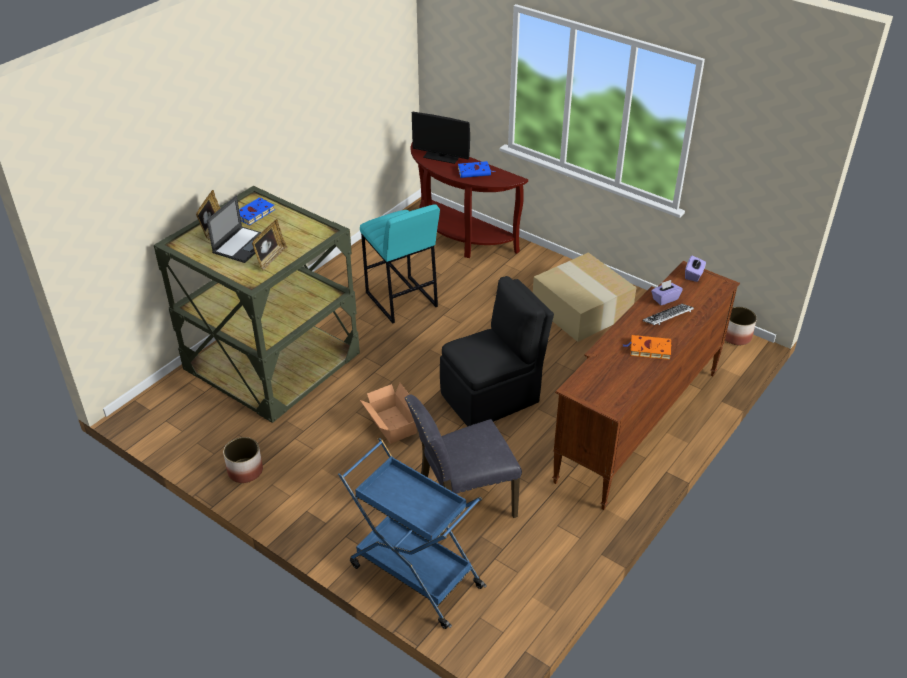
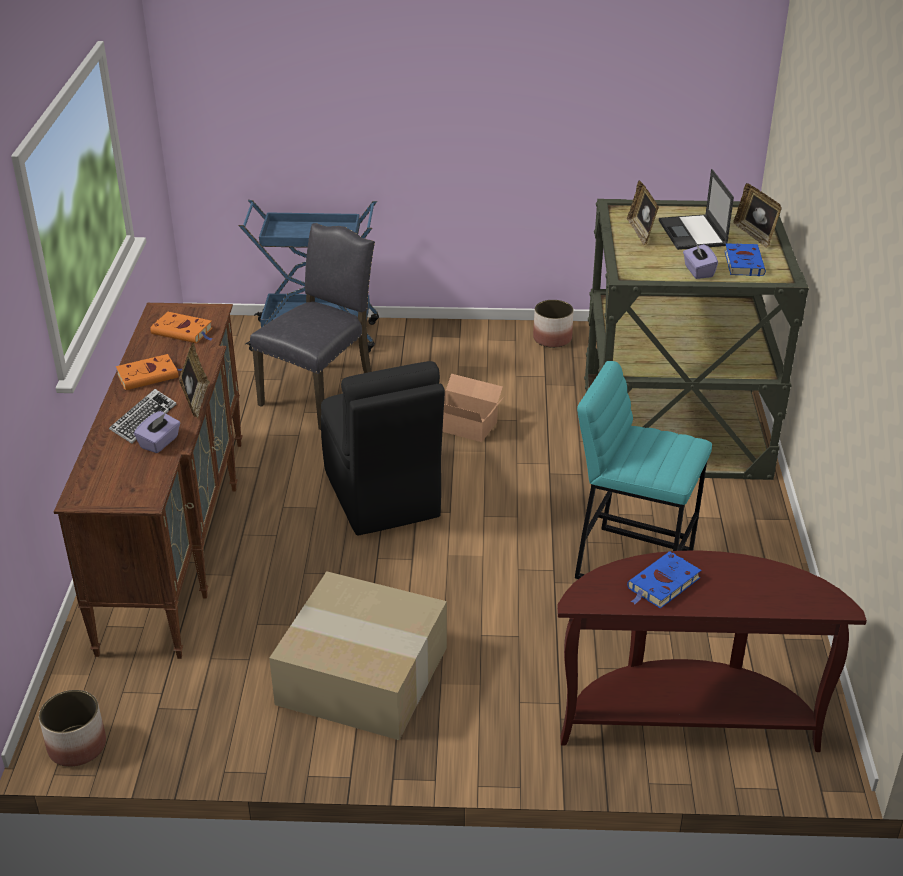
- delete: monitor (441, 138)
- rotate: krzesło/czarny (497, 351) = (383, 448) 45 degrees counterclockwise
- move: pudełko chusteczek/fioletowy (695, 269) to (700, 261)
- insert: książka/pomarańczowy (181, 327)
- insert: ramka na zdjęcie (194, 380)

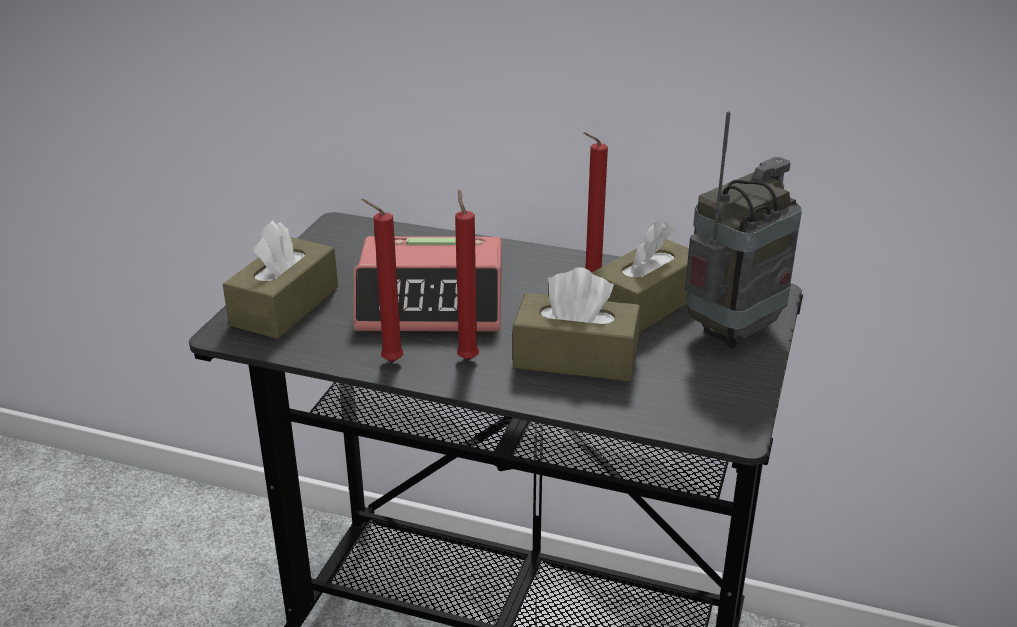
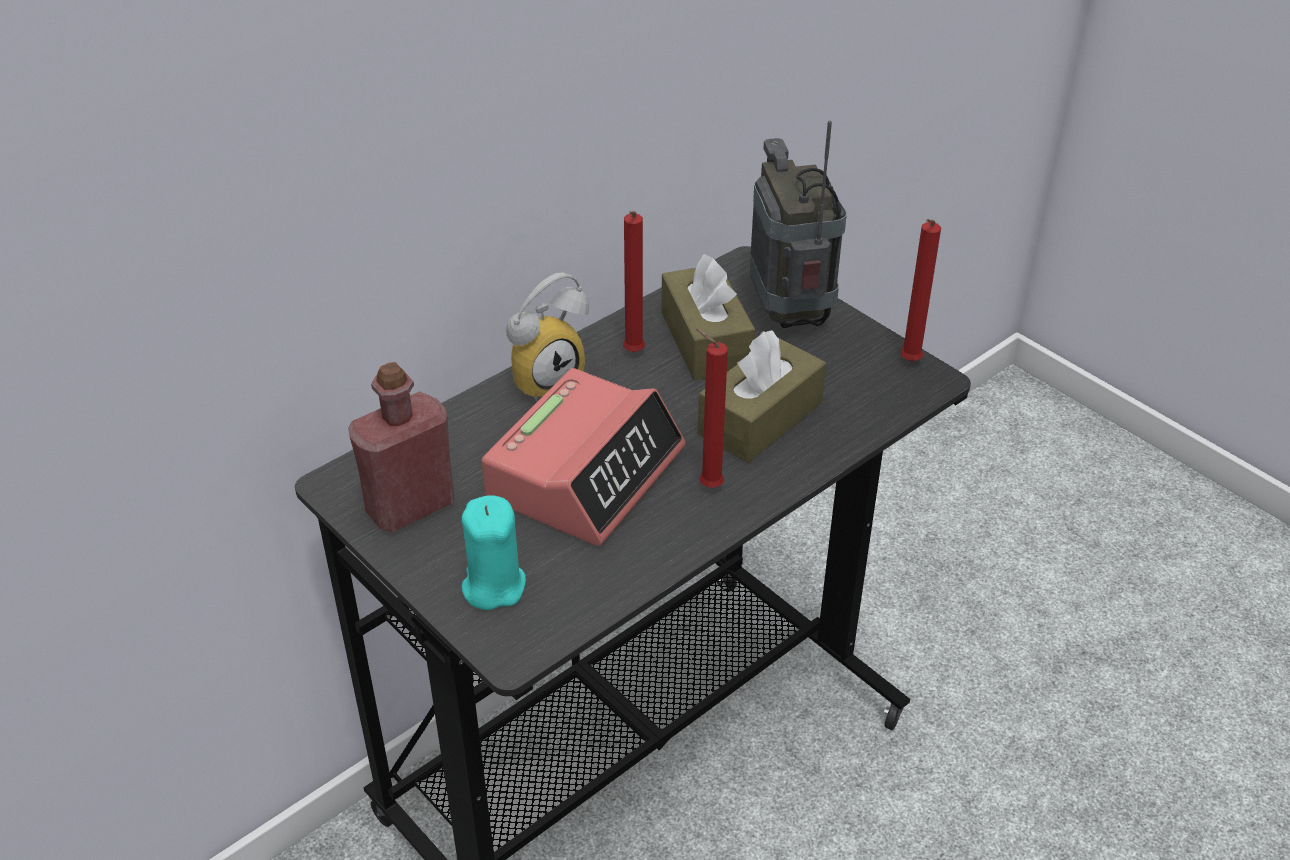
- replace: pudełko chusteczek/brązowy (280, 279) to świeca/turkusowy (494, 552)
- move: świeca/czerwony (382, 280) to (921, 290)
- insert: butelka/czerwony (401, 447)
- insert: budzik (547, 337)

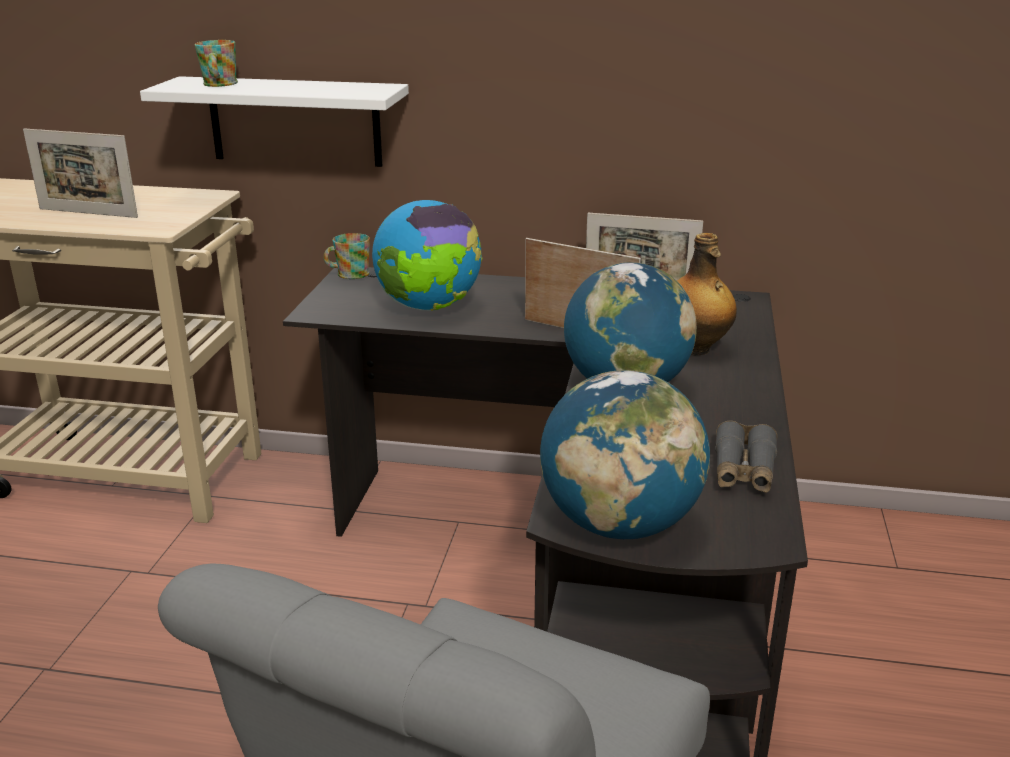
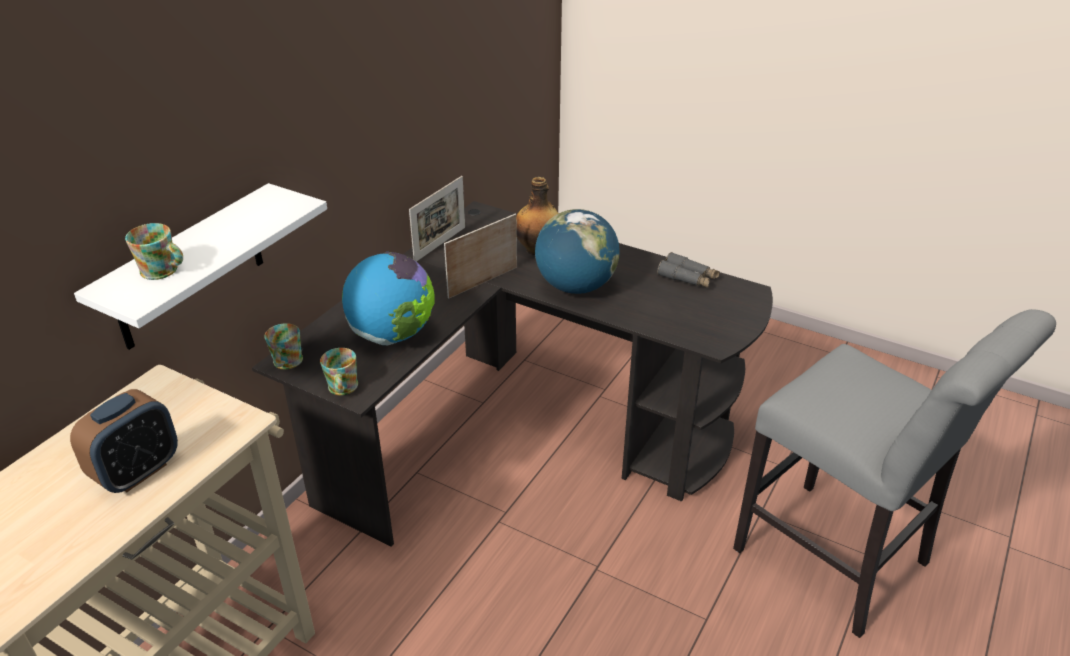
- replace: ramka na zdjęcie (80, 173) to budzik (124, 441)
- delete: globus (625, 454)
- insert: kubek (339, 371)

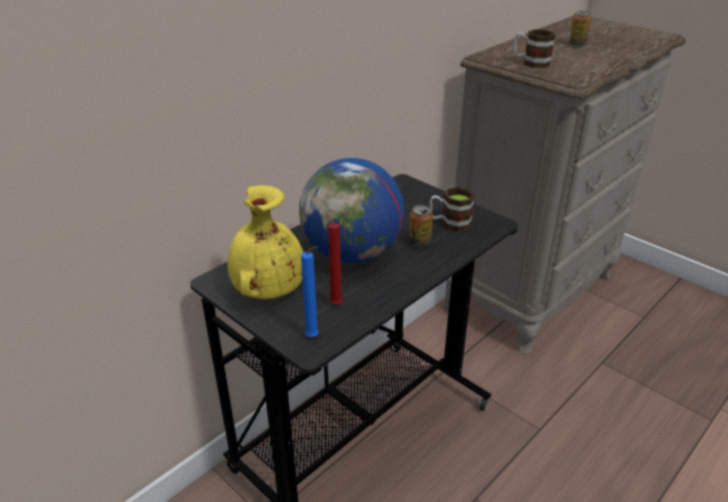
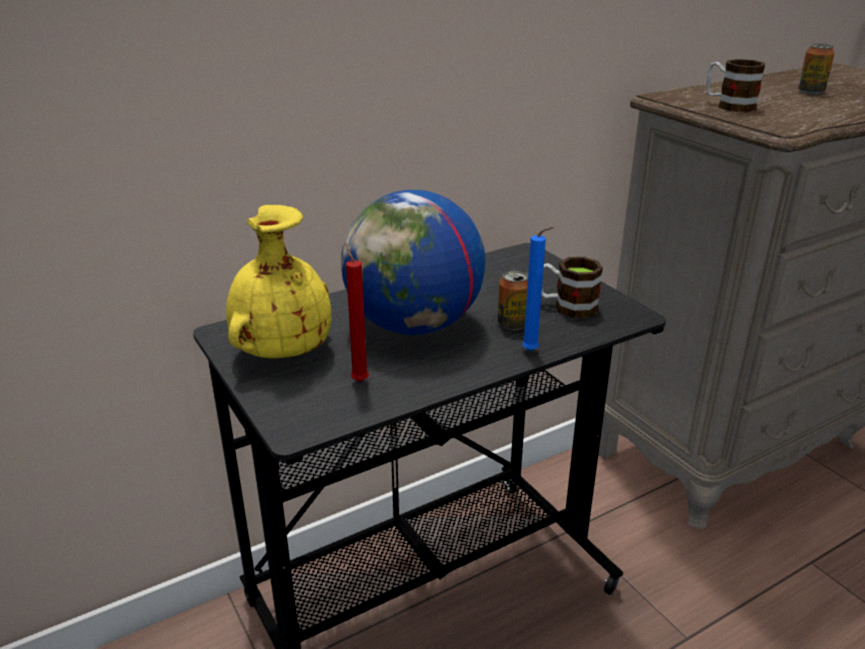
- move: świeca/niebieski (310, 291) to (538, 289)

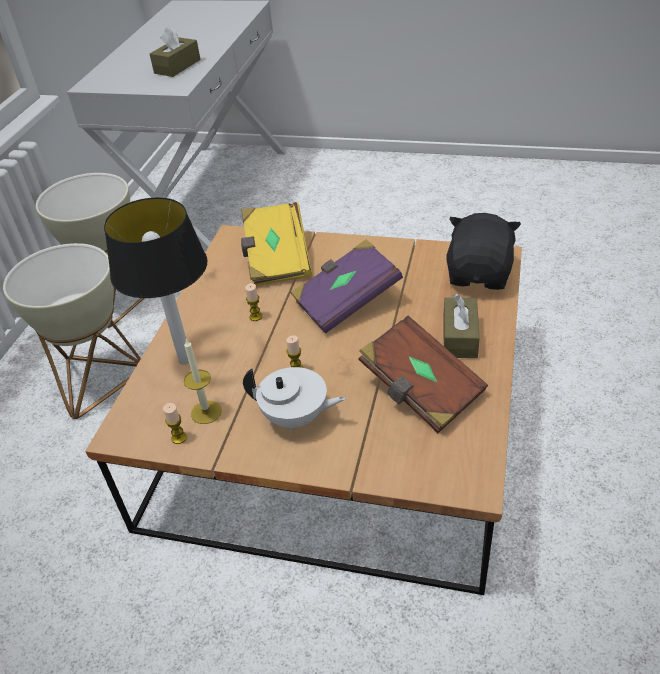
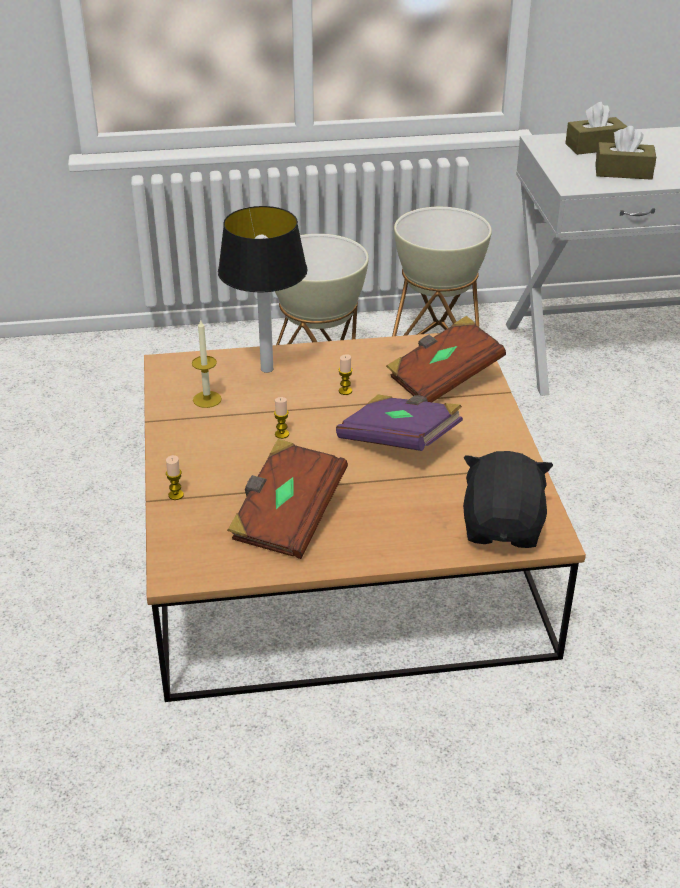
- move: świeca (175, 423) to (175, 477)
- recolor: książka/żółty (276, 244) to książka/brązowy (446, 359)
- delete: imbryk/biały (294, 399)
- move: pudełko chusteczek/brązowy (461, 326) to (596, 128)
- rotate: pluszak/czarny (484, 251) = (508, 499) 75 degrees counterclockwise

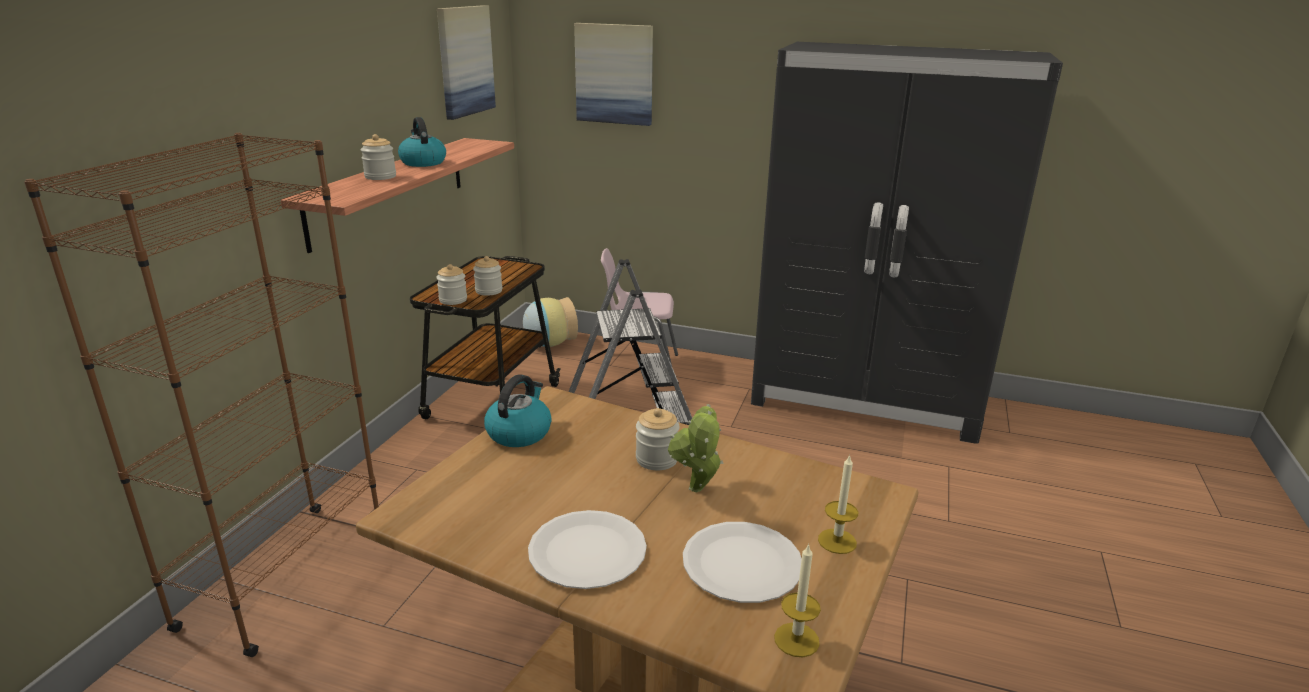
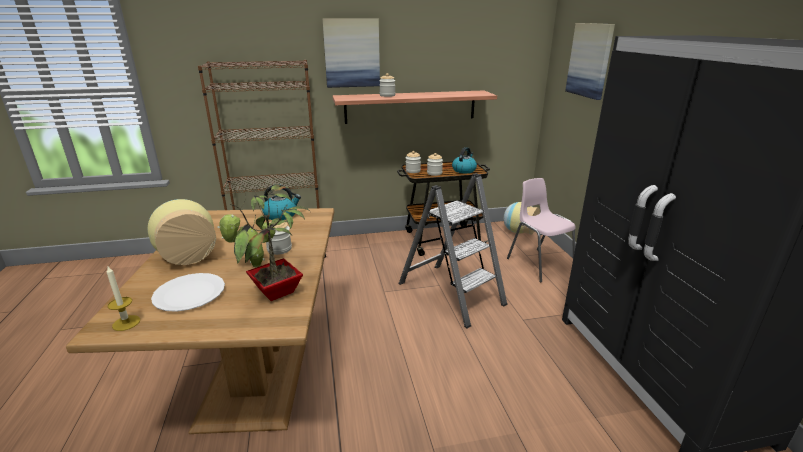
- move: czajnik (422, 142) to (464, 160)
- move: obraz (466, 62) to (351, 53)
- replace: talerz/biały (587, 549) to wazon (182, 232)
- delete: świeca (838, 504)
- insert: roślina doniczkowa (270, 242)

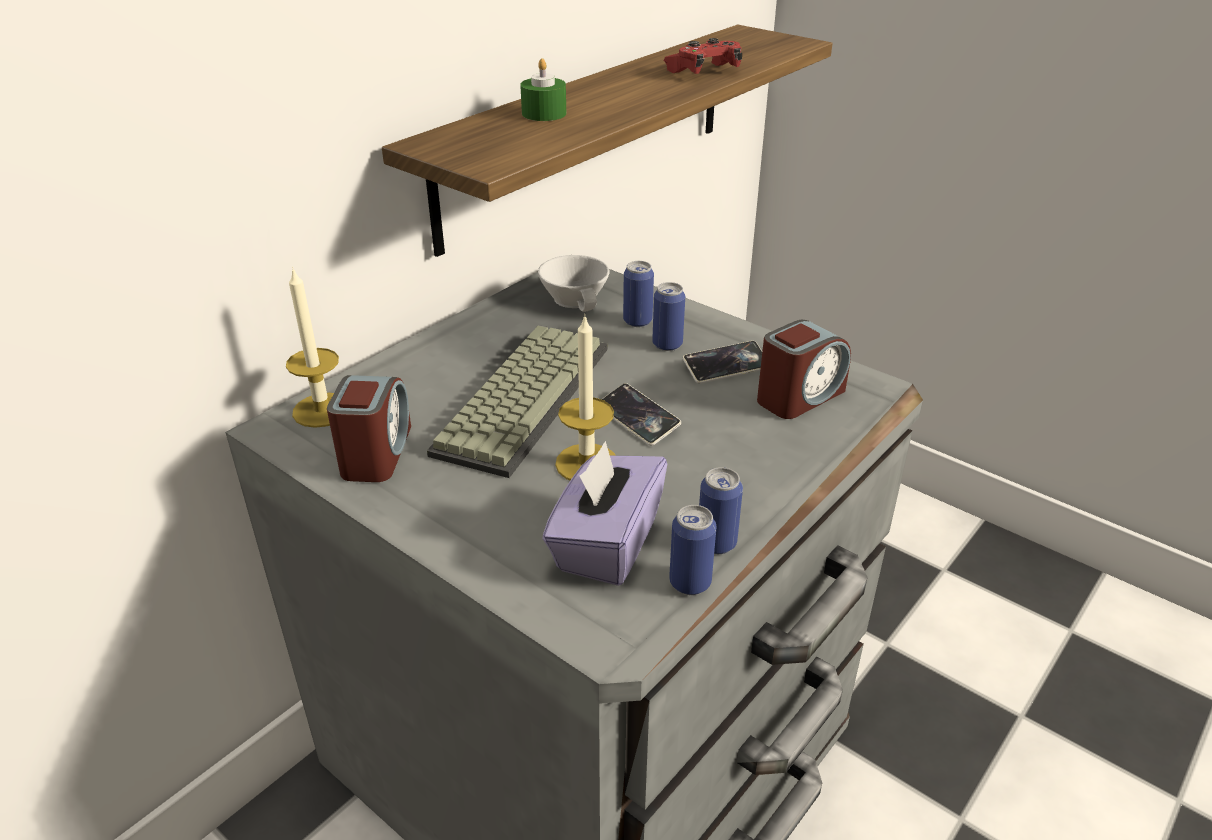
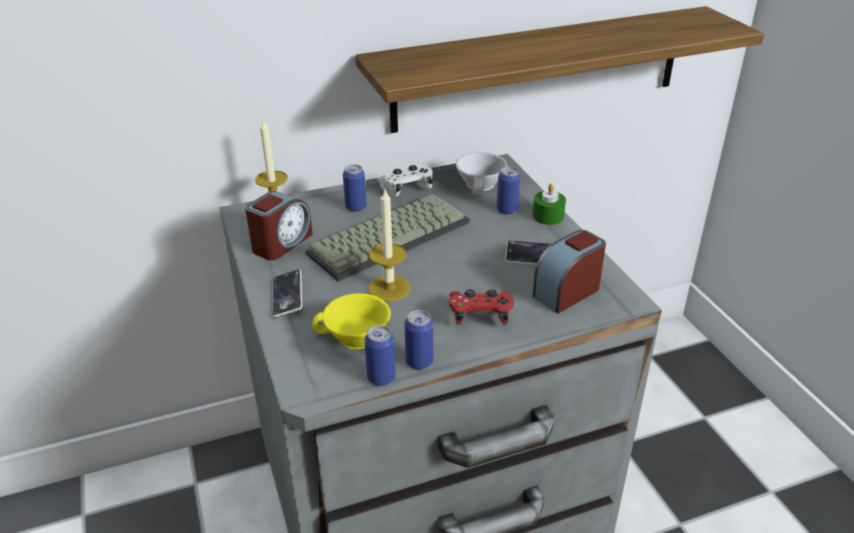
- move: świeca/zielony (543, 89) to (549, 204)
- replace: pudełko chusteczek/fioletowy (604, 513) to filiżanka/żółty (351, 321)
- move: telefon (641, 414) to (287, 294)
- move: puszka (668, 316) to (354, 188)
- move: pad do gier/czerwony (703, 56) to (481, 307)
- rotate: budzik (804, 369) = (569, 272) 150 degrees clockwise
- insert: pad do gier/biały (405, 180)

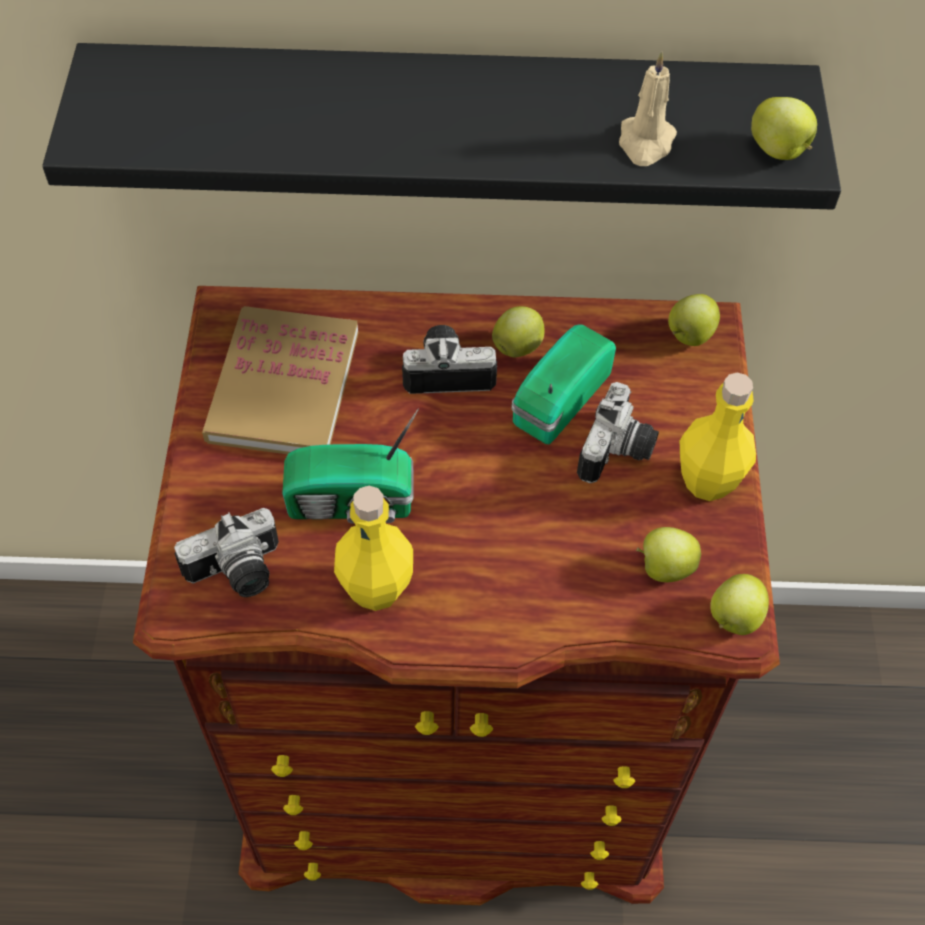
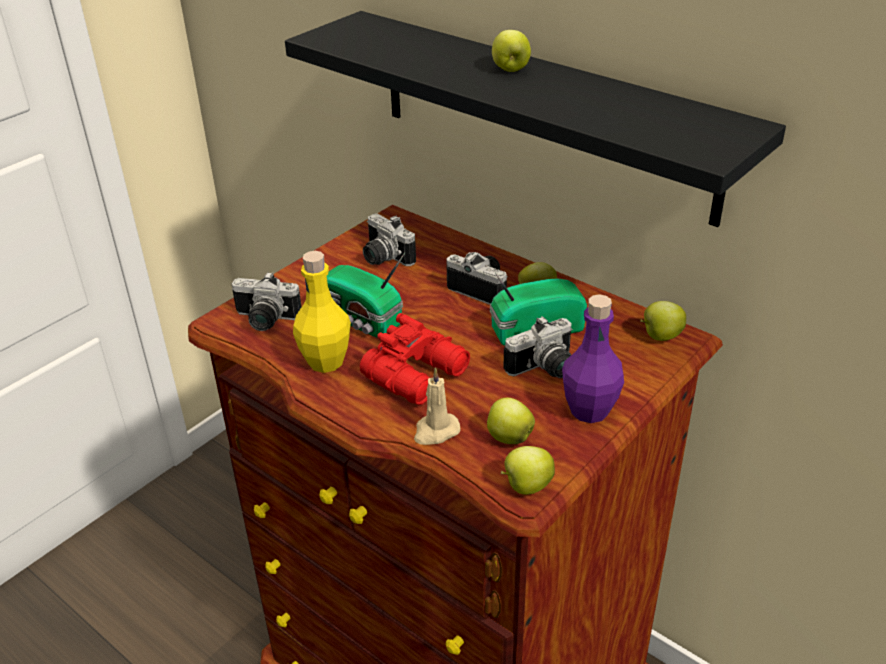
- replace: książka (280, 380) to aparat fotograficzny (389, 240)
- move: świeca/beżowy (648, 108) to (437, 406)
- recolor: butelka/żółty (718, 437) to butelka/fioletowy (593, 358)
- move: jabłko (784, 128) to (511, 51)
- insert: lornetka/czerwony (415, 359)

